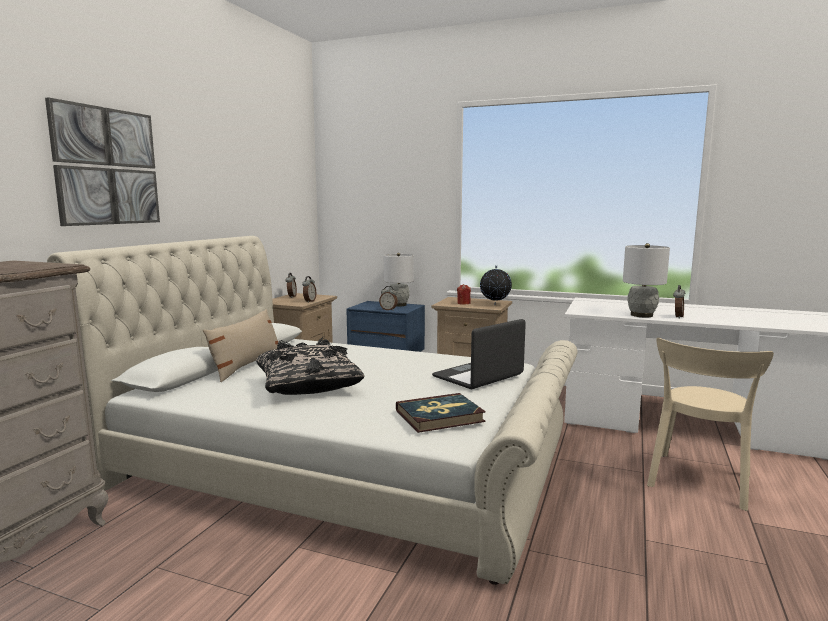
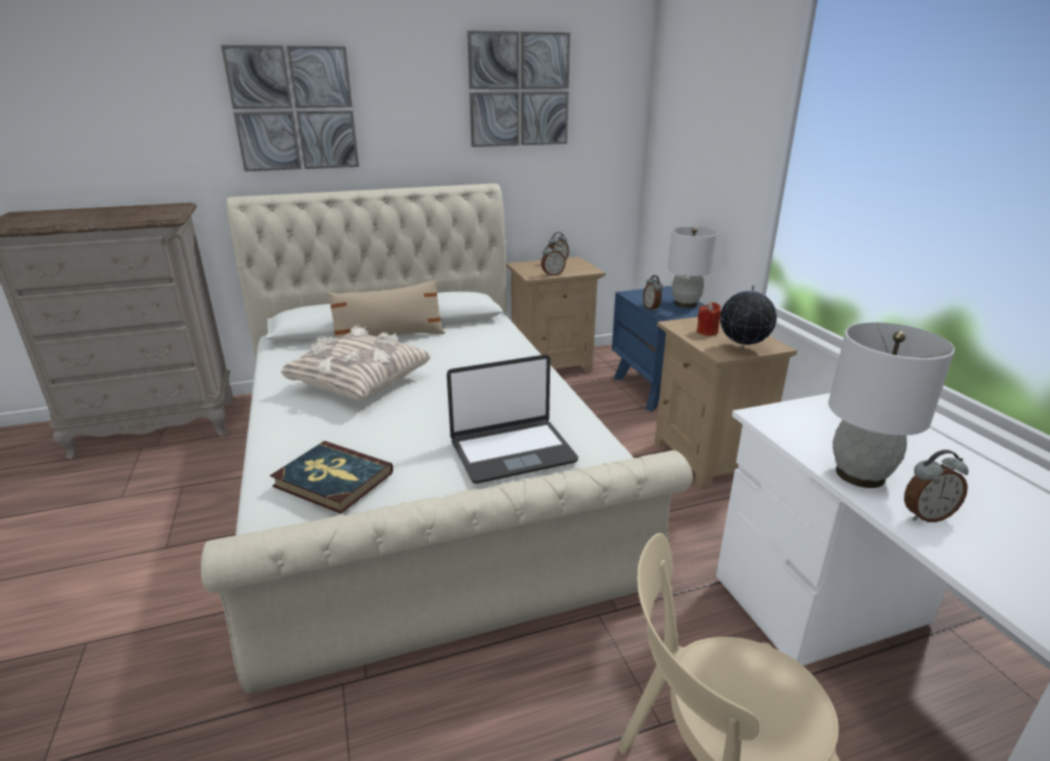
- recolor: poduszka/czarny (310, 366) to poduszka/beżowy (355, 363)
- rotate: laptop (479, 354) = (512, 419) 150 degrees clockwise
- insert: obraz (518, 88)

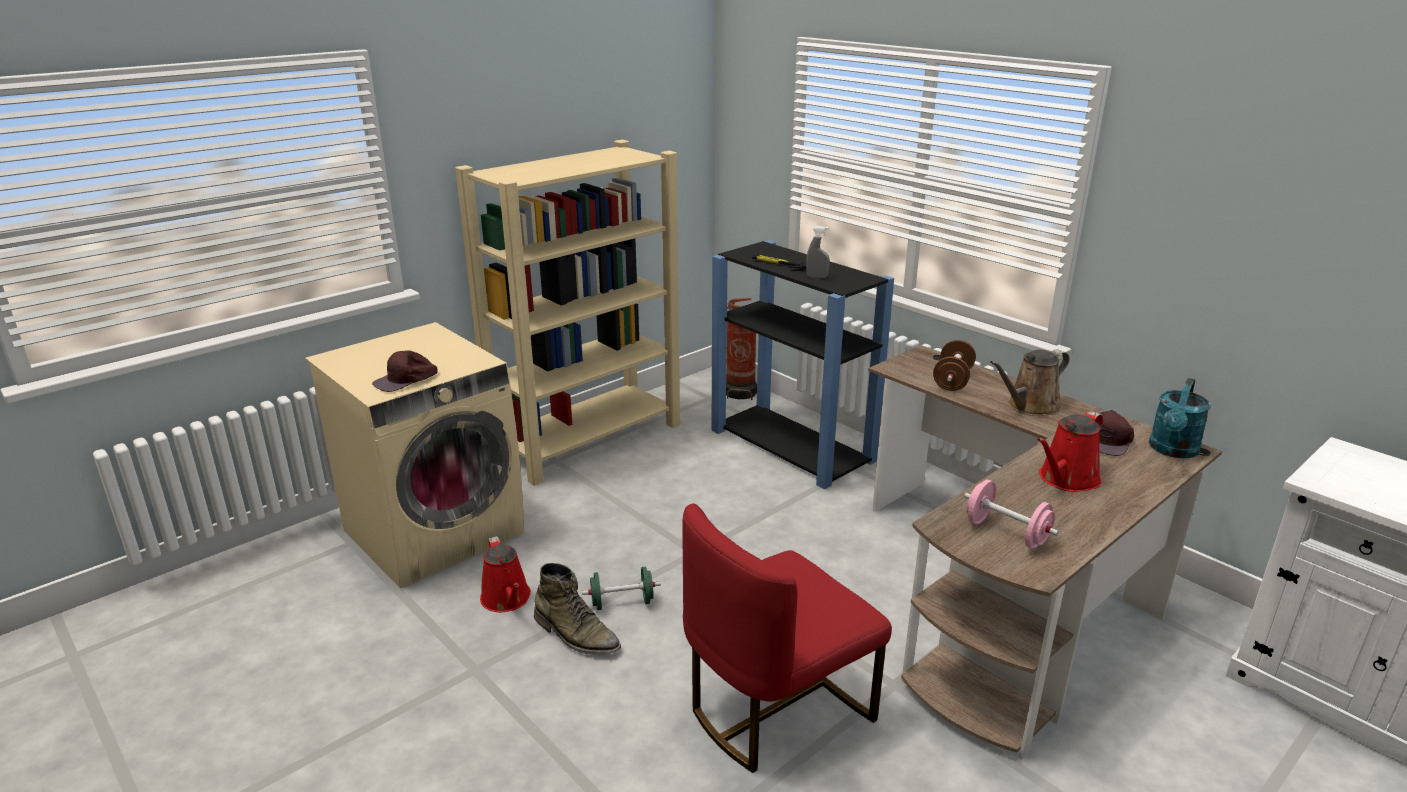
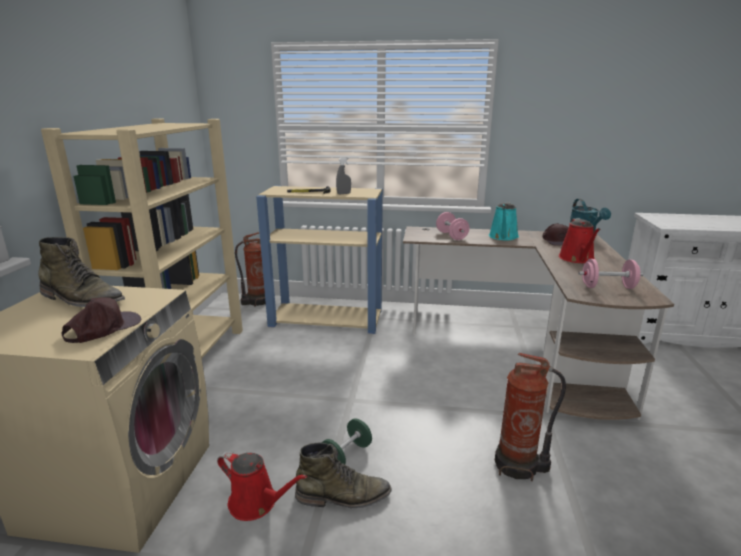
- rotate: czapka z daszkiem/brązowy (405, 371) = (101, 320) 150 degrees counterclockwise
- replace: krzesło/czerwony (787, 638) to gaśnica (530, 417)
- recolor: regał/czarny (803, 365) to regał/beżowy (319, 260)
- recolor: hantel/brązowy (954, 365) to hantel/różowy (452, 226)
- recolor: konewka/brązowy (1030, 383) to konewka/turkusowy (504, 221)
- insert: but z cholewką/zielony (81, 272)

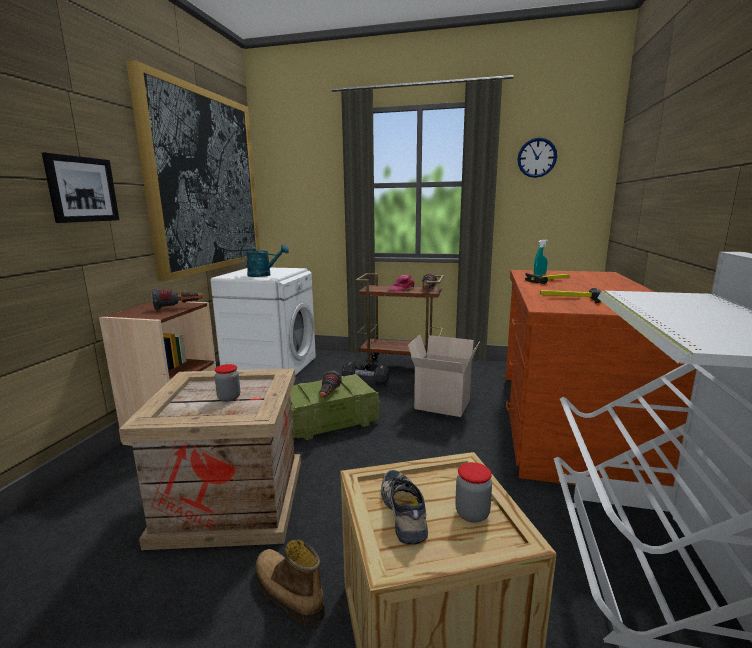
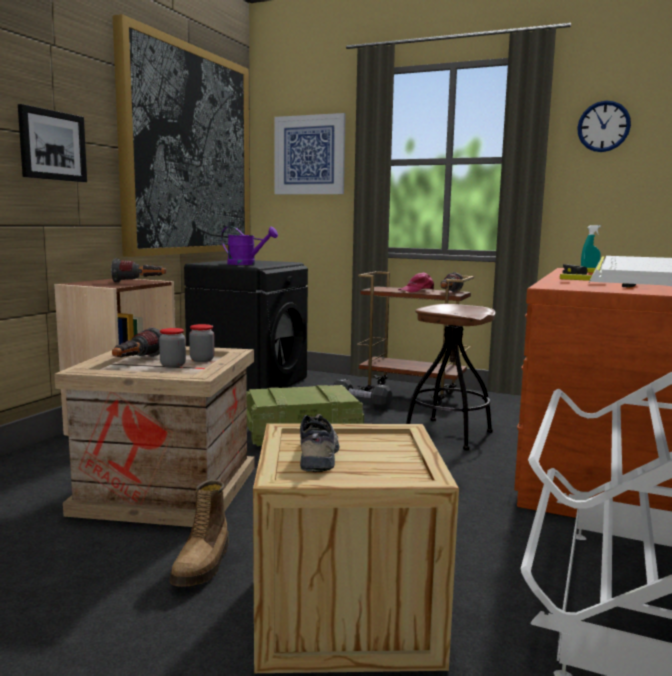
- recolor: pralka/biały (263, 322) to pralka/czarny (246, 325)
- recolor: konewka/turkusowy (264, 260) to konewka/fioletowy (249, 246)
- rotate: but z cholewką (290, 582) = (198, 533) 135 degrees counterclockwise
- move: latarka (330, 384) to (137, 342)
- replace: karton (444, 376) to stołek/brązowy (450, 377)
- move: słoik (473, 492) to (201, 343)
- insert: obraz (310, 153)

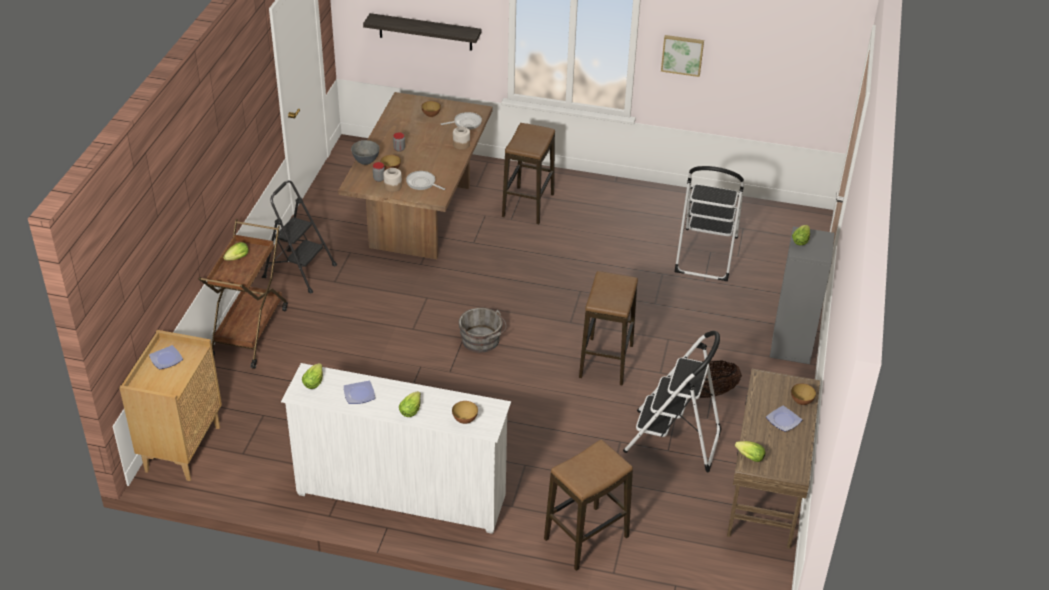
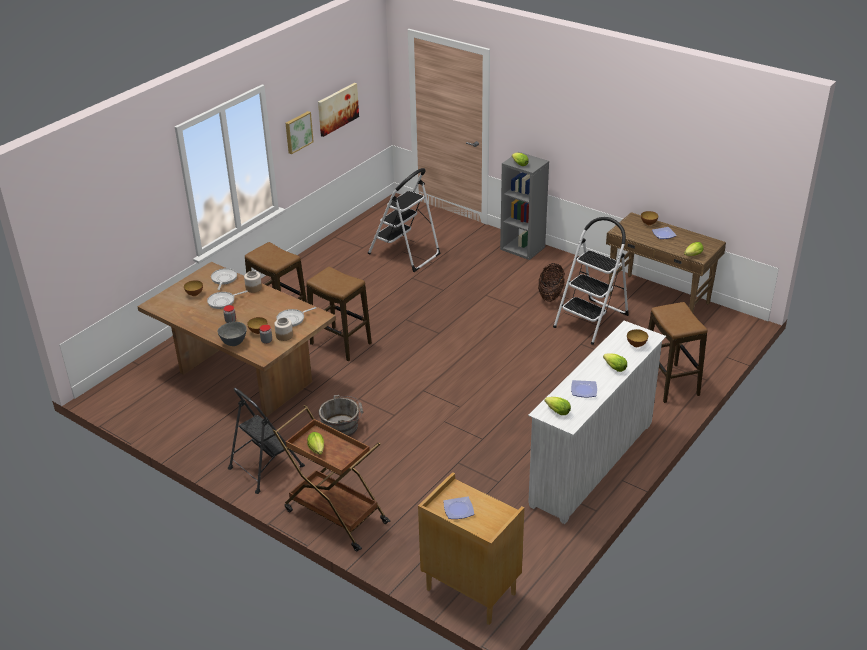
- delete: półka (422, 32)
- move: wiadro/szary (482, 330) to (341, 415)
- move: stołek (608, 328) to (339, 314)
- insert: patelnia (227, 299)
- insert: obraz (338, 110)

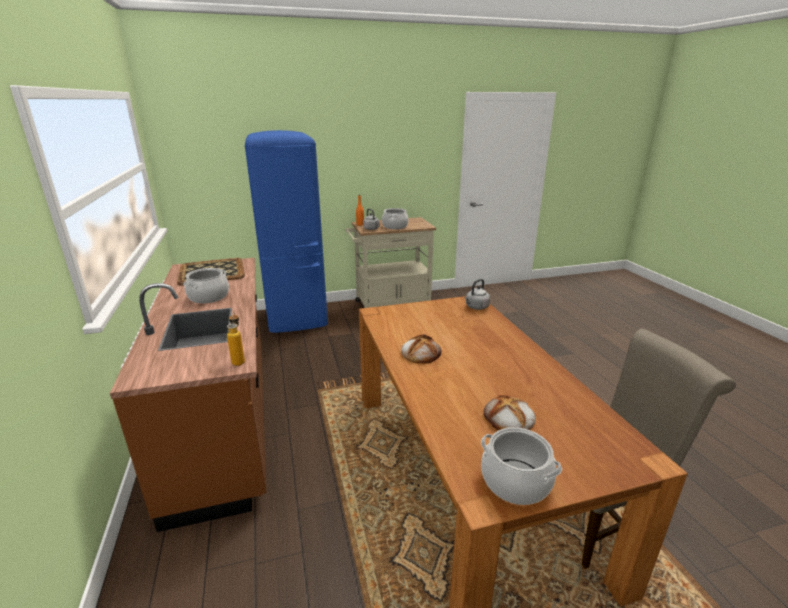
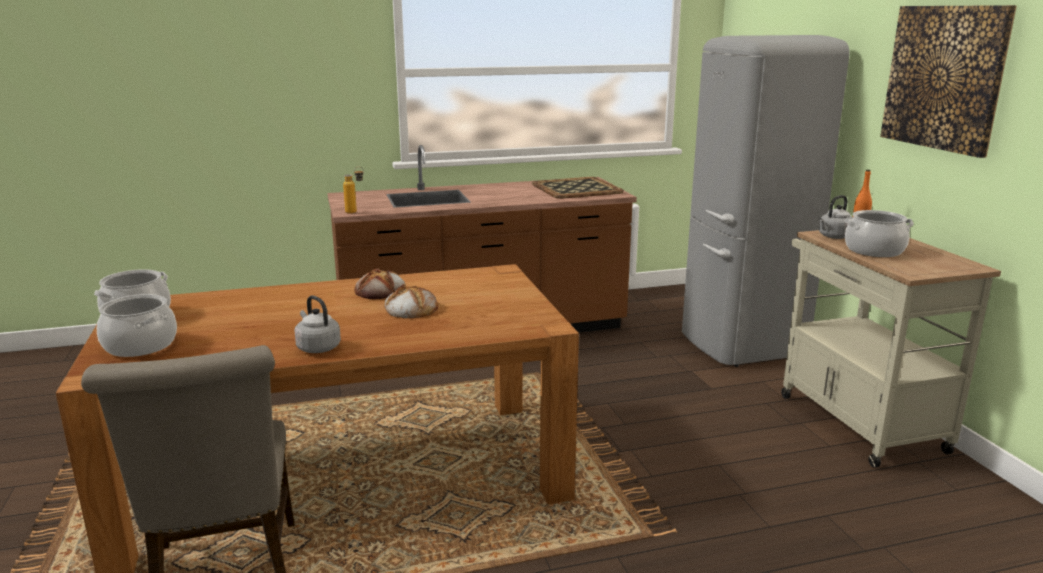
- move: garnek (206, 285) to (137, 325)
- recolor: lodówka/niebieski (286, 231) to lodówka/szary (766, 201)
- move: czajnik/szary (477, 294) to (317, 324)
- move: chleb (510, 412) to (411, 301)
- insert: obraz (948, 81)

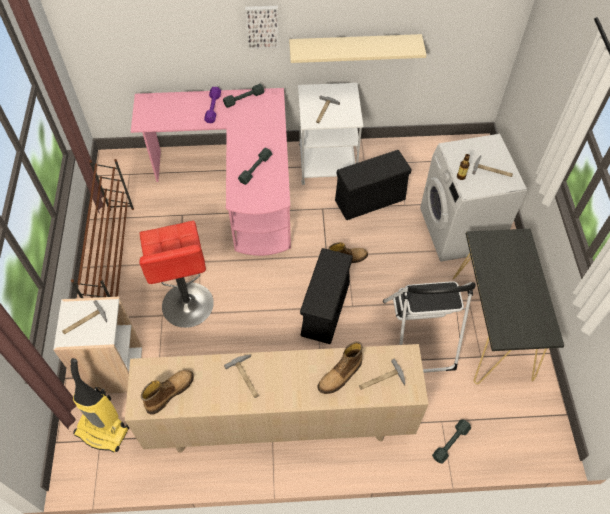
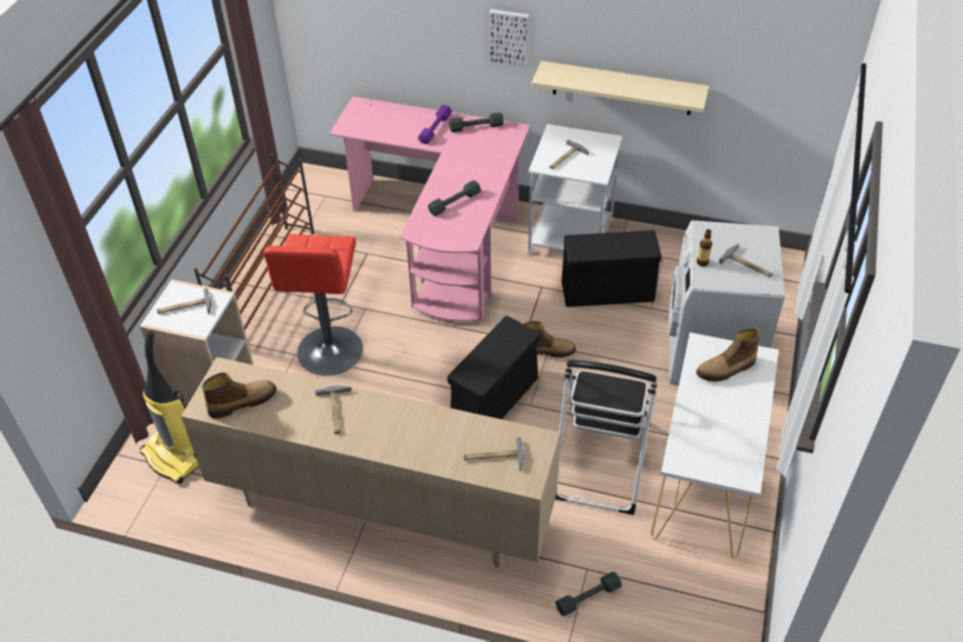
- move: but z cholewką (340, 367) to (728, 355)
- recolor: stolik konsolowy/czarny (508, 306) to stolik konsolowy/biały (715, 445)

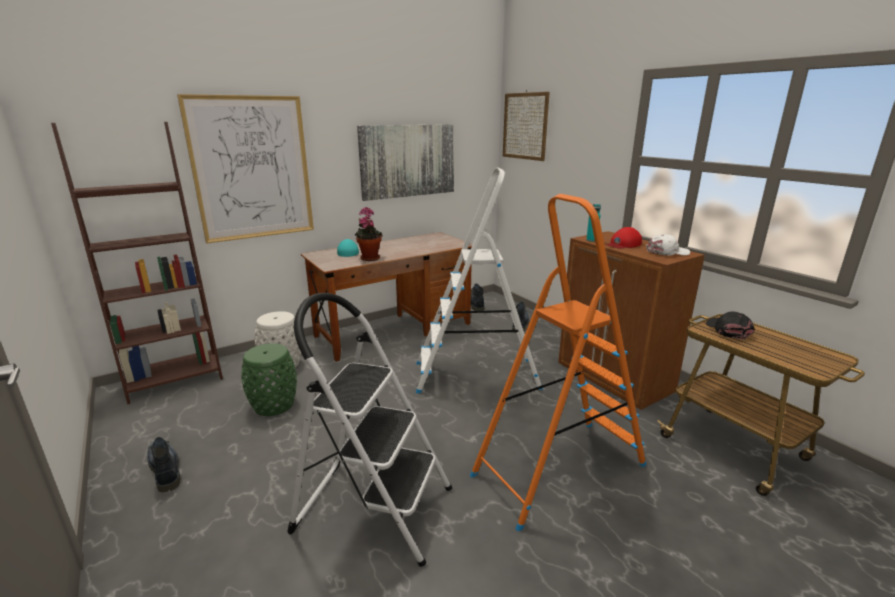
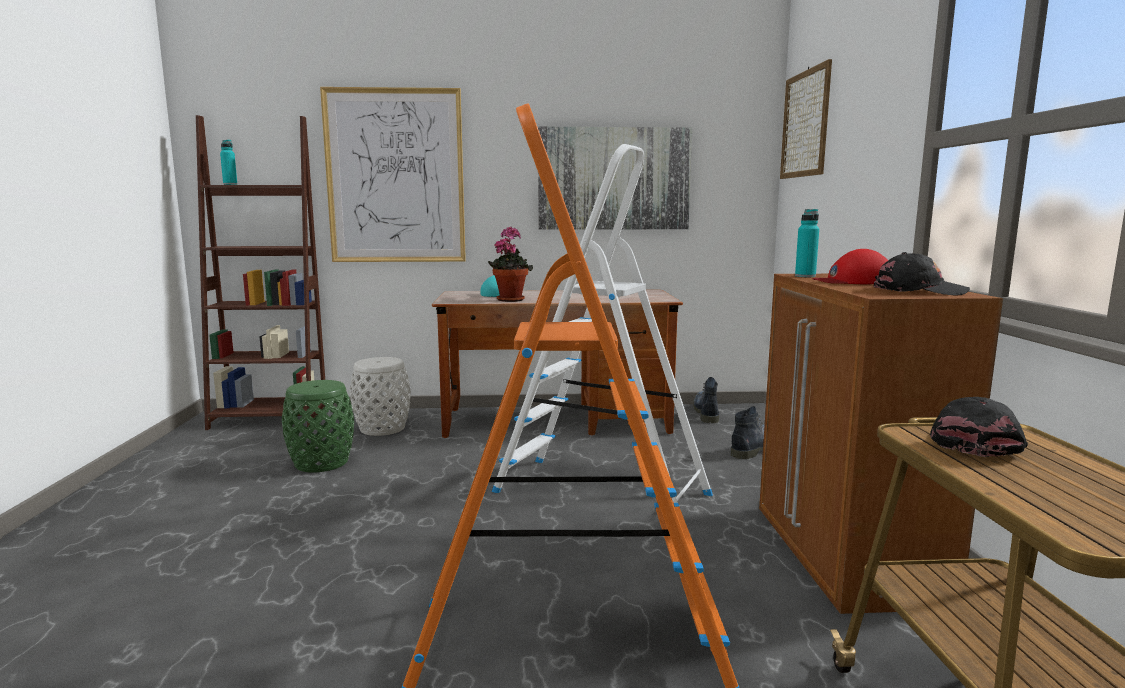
- delete: but z cholewką (164, 465)
- delete: drabinka (370, 430)
- recolor: czapka z daszkiem/biały (668, 245) to czapka z daszkiem/czarny (922, 274)
- insert: butelka/turkusowy (228, 162)

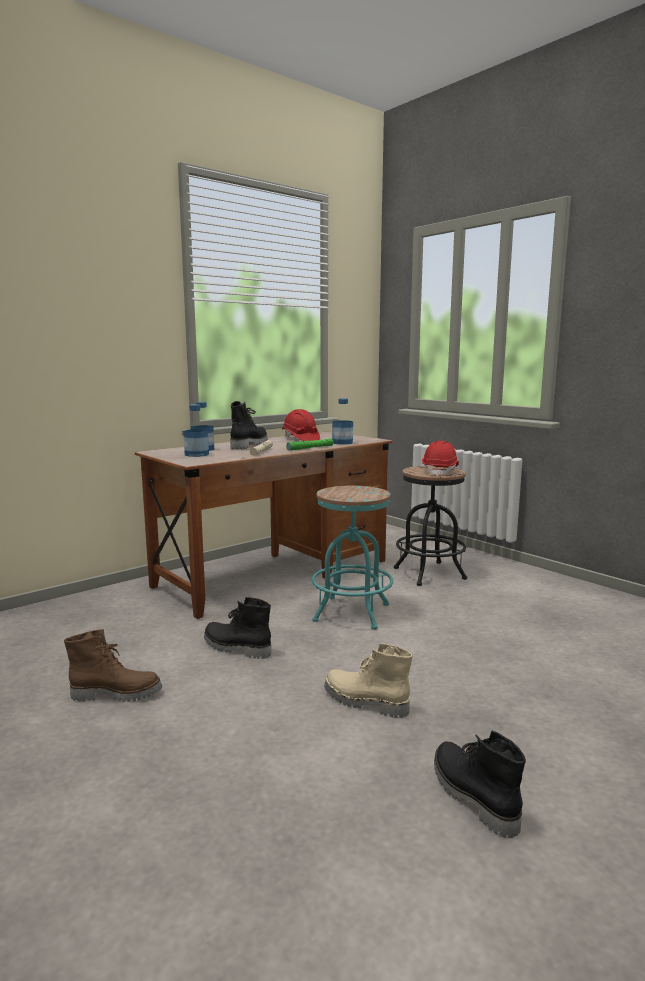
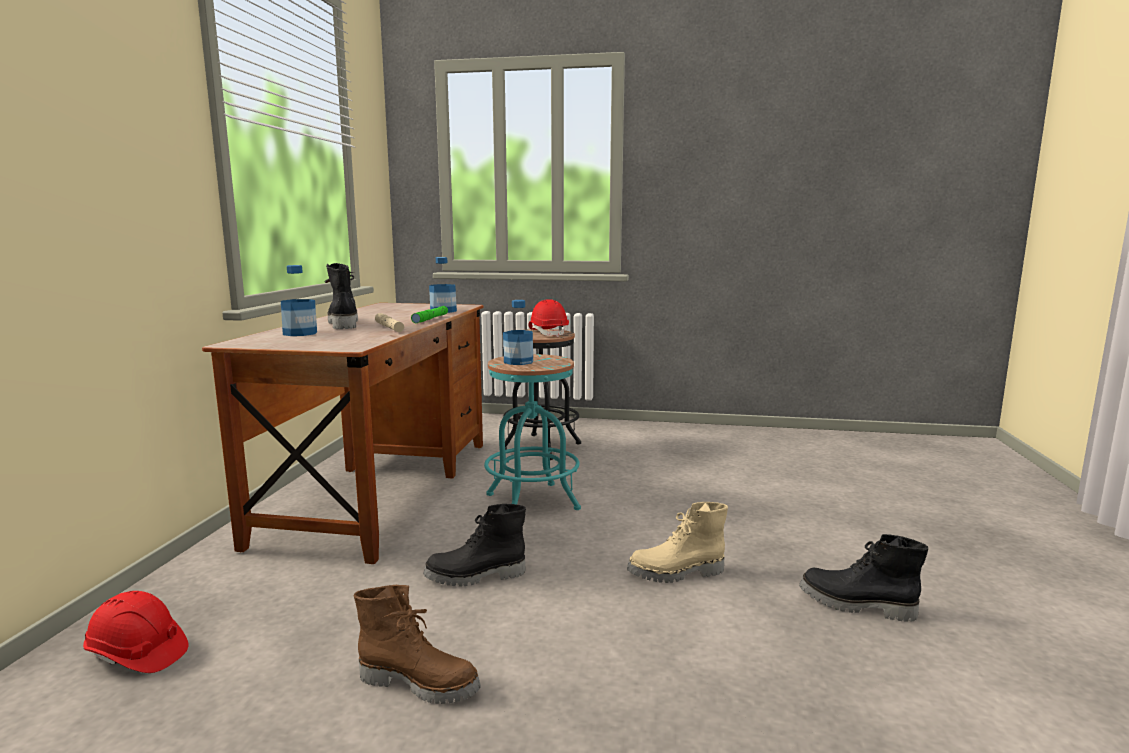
- rotate: but z cholewką/brązowy (113, 665) = (417, 644) 60 degrees clockwise
- move: butelka (196, 430) to (518, 332)
- move: kask/czerwony (301, 425) to (136, 632)

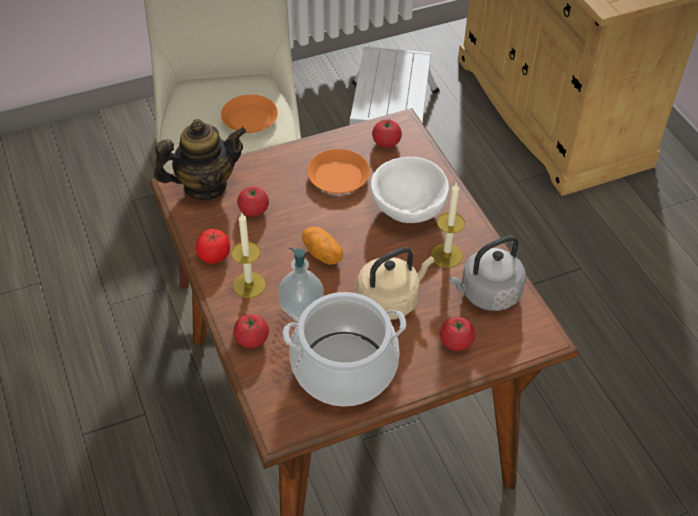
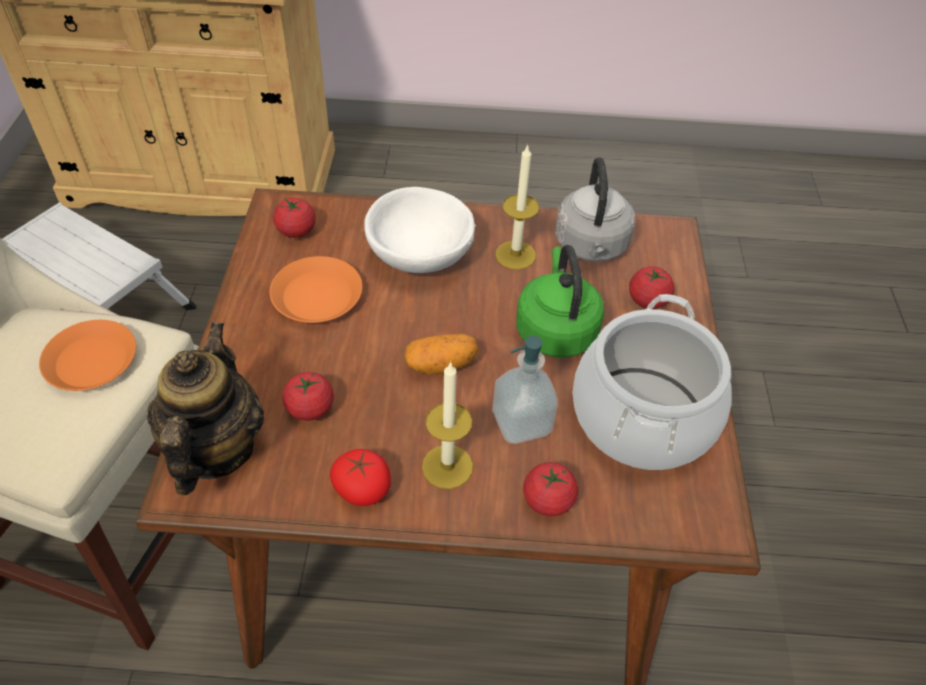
- recolor: czajnik/beżowy (395, 283) to czajnik/zielony (560, 301)

